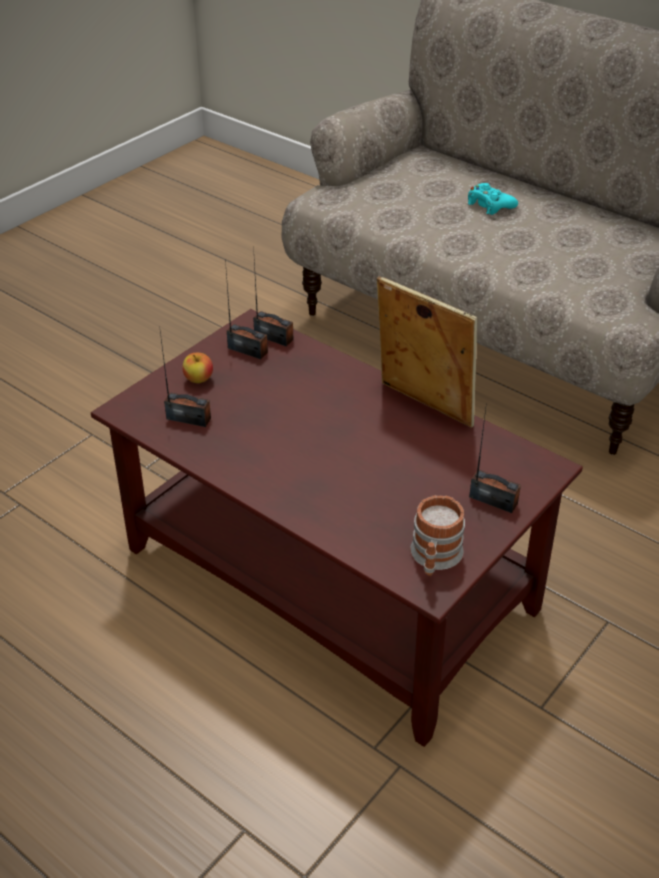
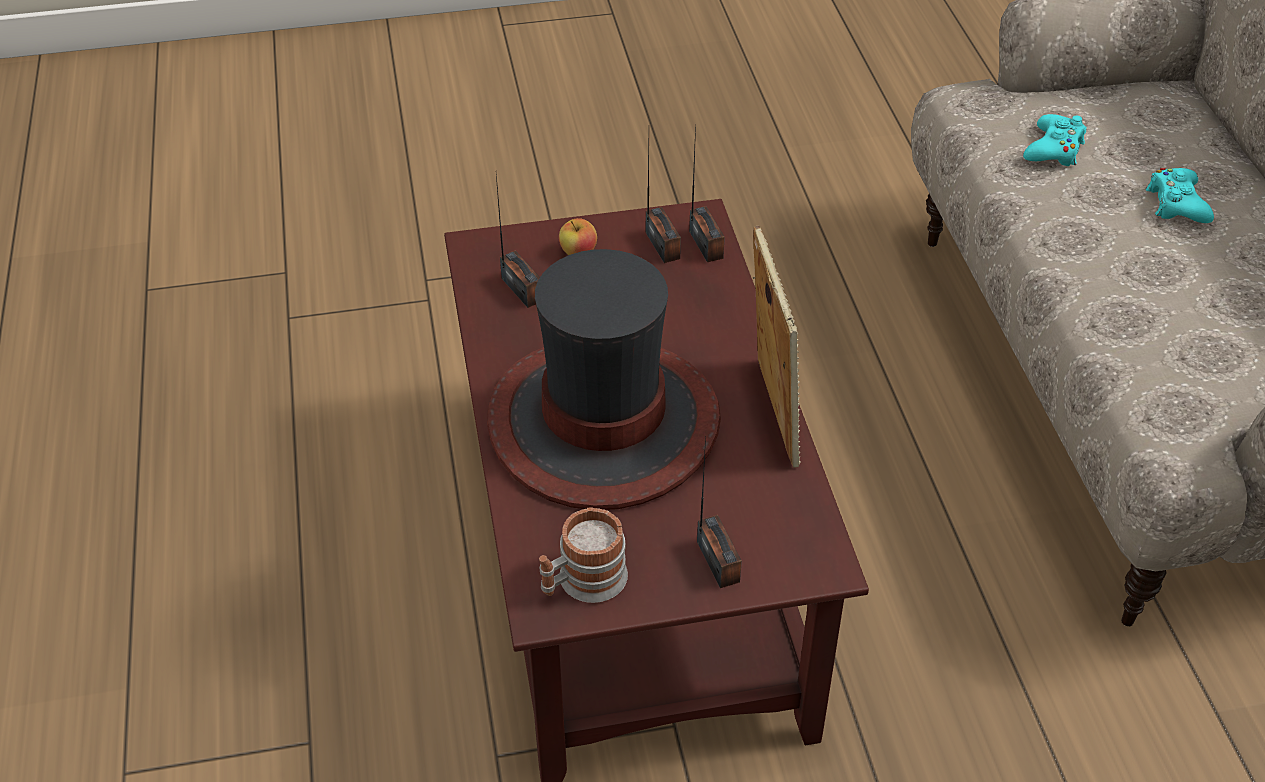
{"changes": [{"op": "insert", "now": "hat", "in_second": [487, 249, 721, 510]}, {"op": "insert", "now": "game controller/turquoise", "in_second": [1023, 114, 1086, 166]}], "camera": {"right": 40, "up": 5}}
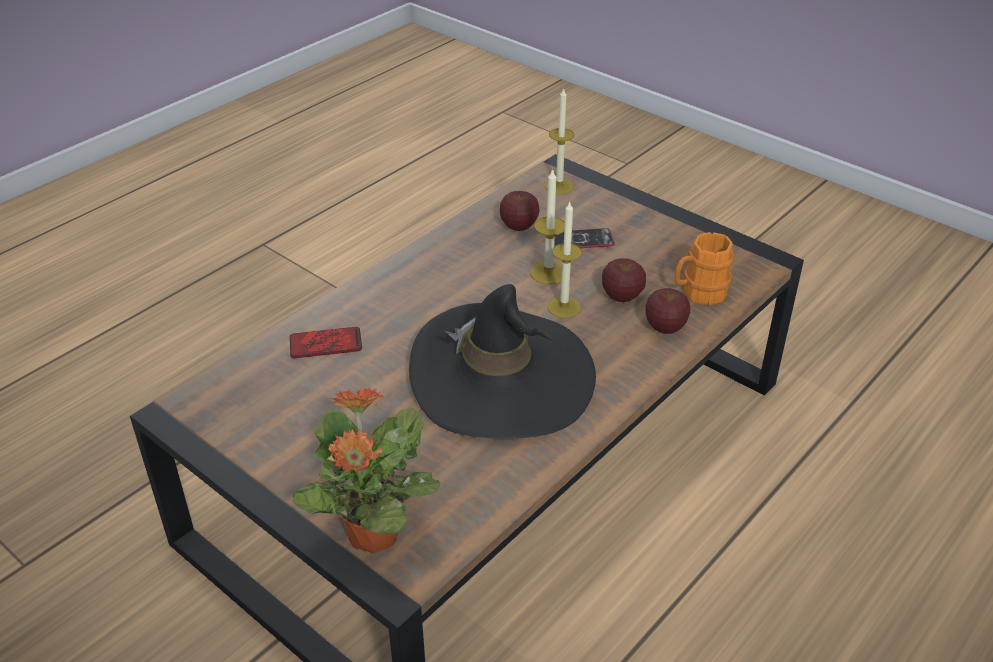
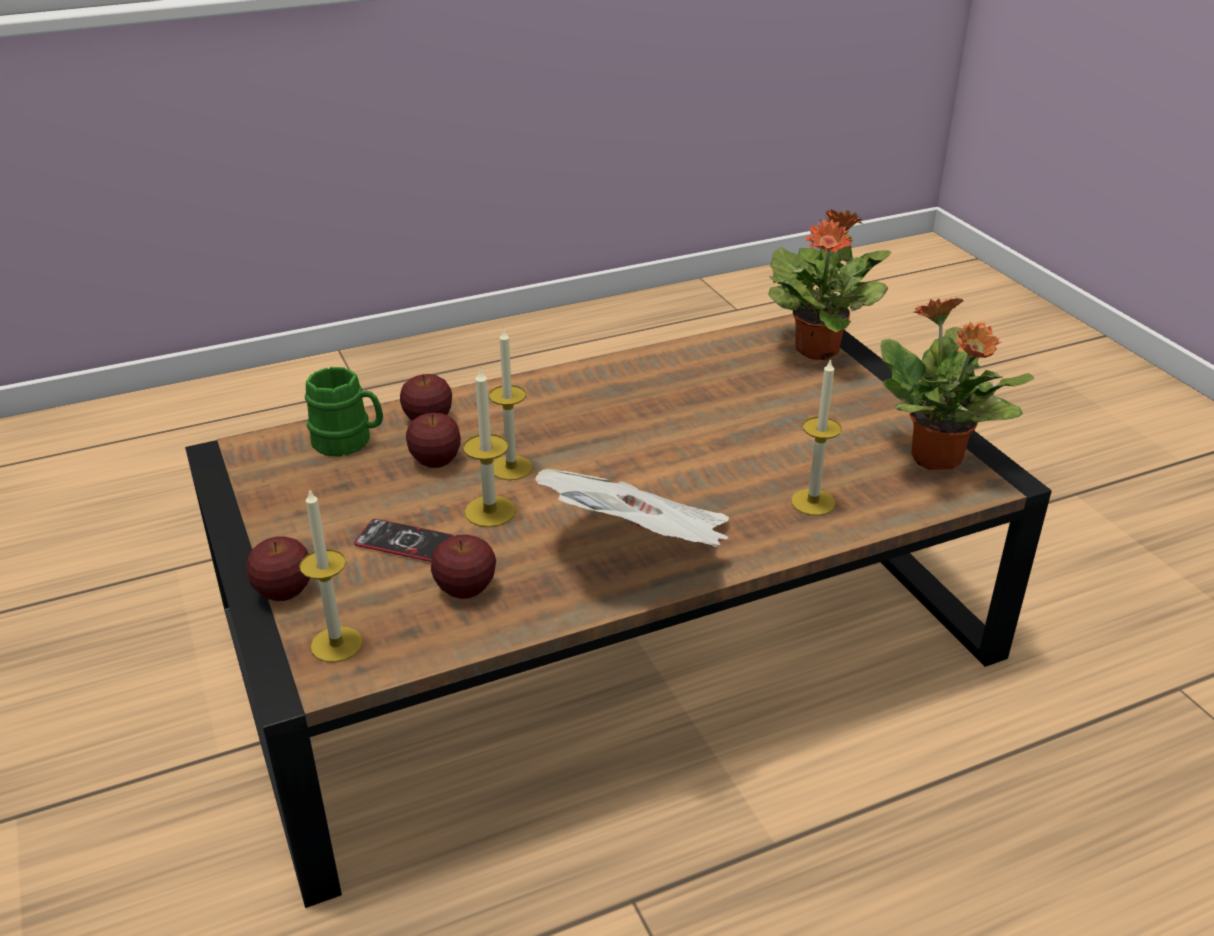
{"changes": [{"op": "delete", "was": "hat/black", "in_first": [409, 282, 596, 439]}, {"op": "insert", "now": "apple", "in_second": [246, 536, 310, 601]}, {"op": "insert", "now": "newspaper", "in_second": [535, 469, 729, 547]}, {"op": "insert", "now": "potted plant", "in_second": [880, 298, 1034, 470]}, {"op": "replace", "was": "phone", "now": "candle", "in_first": [290, 327, 362, 358], "in_second": [791, 358, 842, 516]}, {"op": "recolor", "was": "mug/orange", "now": "mug/green", "in_first": [674, 232, 734, 305], "in_second": [305, 367, 383, 457]}], "camera": {"right": -155, "up": -5}}
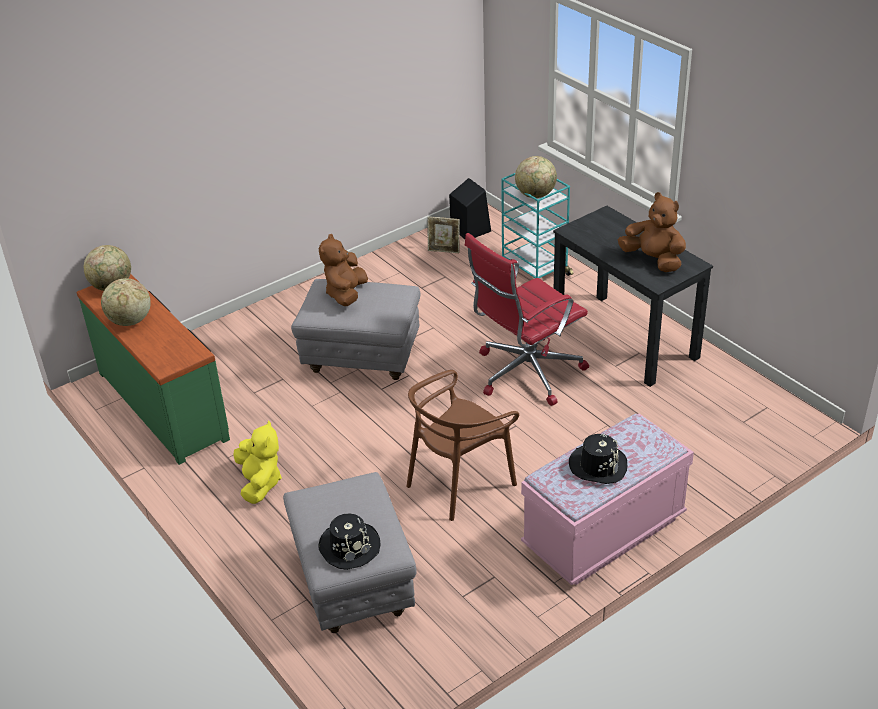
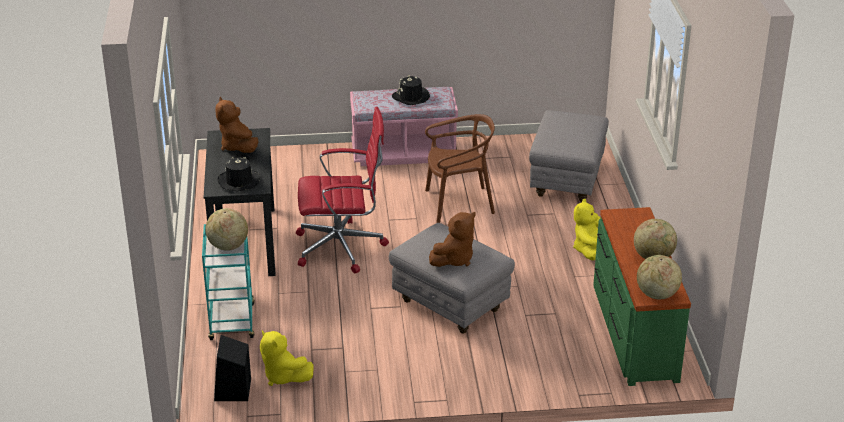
{"changes": [{"op": "move", "was": "hat/black", "in_first": [318, 513, 380, 570], "in_second": [218, 157, 260, 191]}, {"op": "replace", "was": "picture frame", "now": "plush toy/yellow", "in_first": [427, 216, 460, 253], "in_second": [260, 330, 314, 386]}], "camera": {"right": -150, "up": -5}}
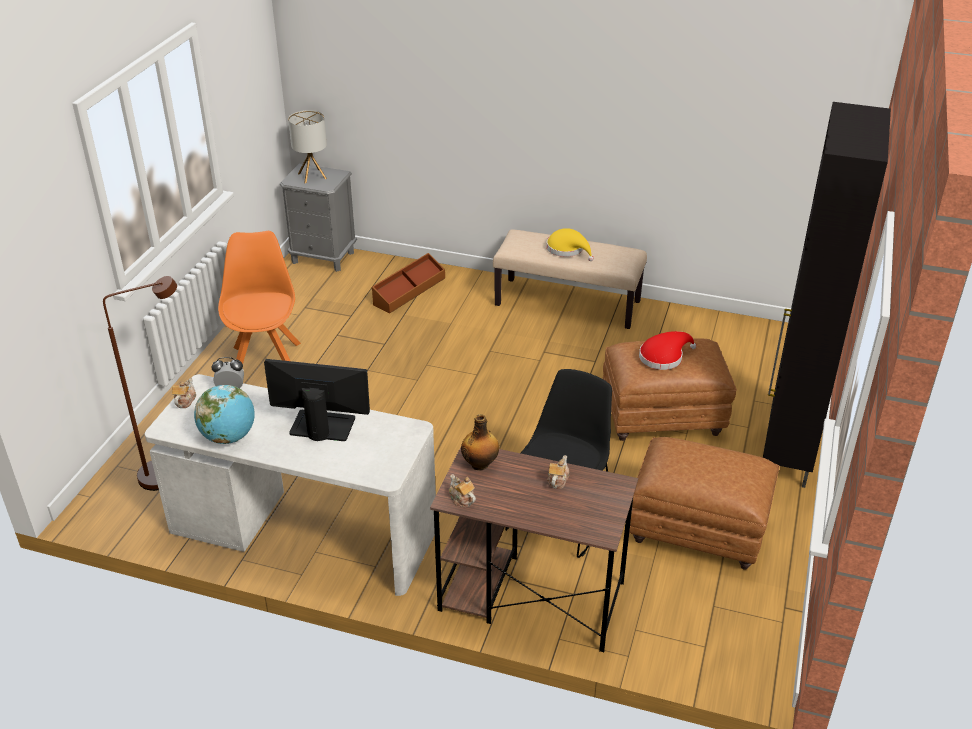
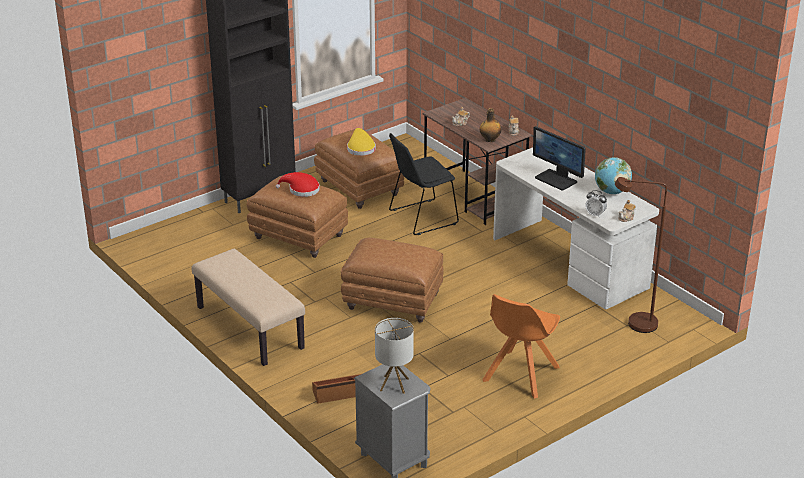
{"changes": [{"op": "insert", "now": "ottoman/brown", "in_second": [341, 238, 444, 322]}, {"op": "move", "was": "hat/yellow", "in_first": [547, 228, 594, 261], "in_second": [347, 128, 376, 156]}], "camera": {"right": -145, "up": -5}}
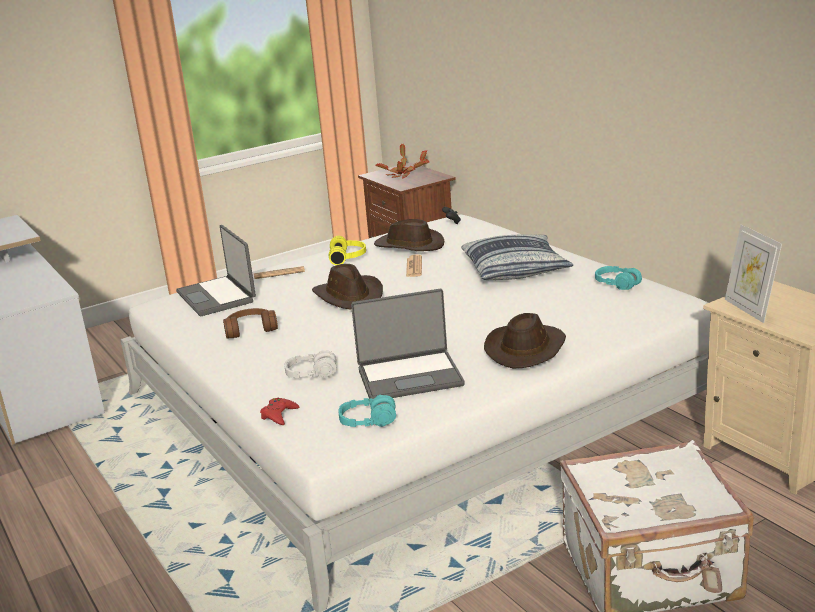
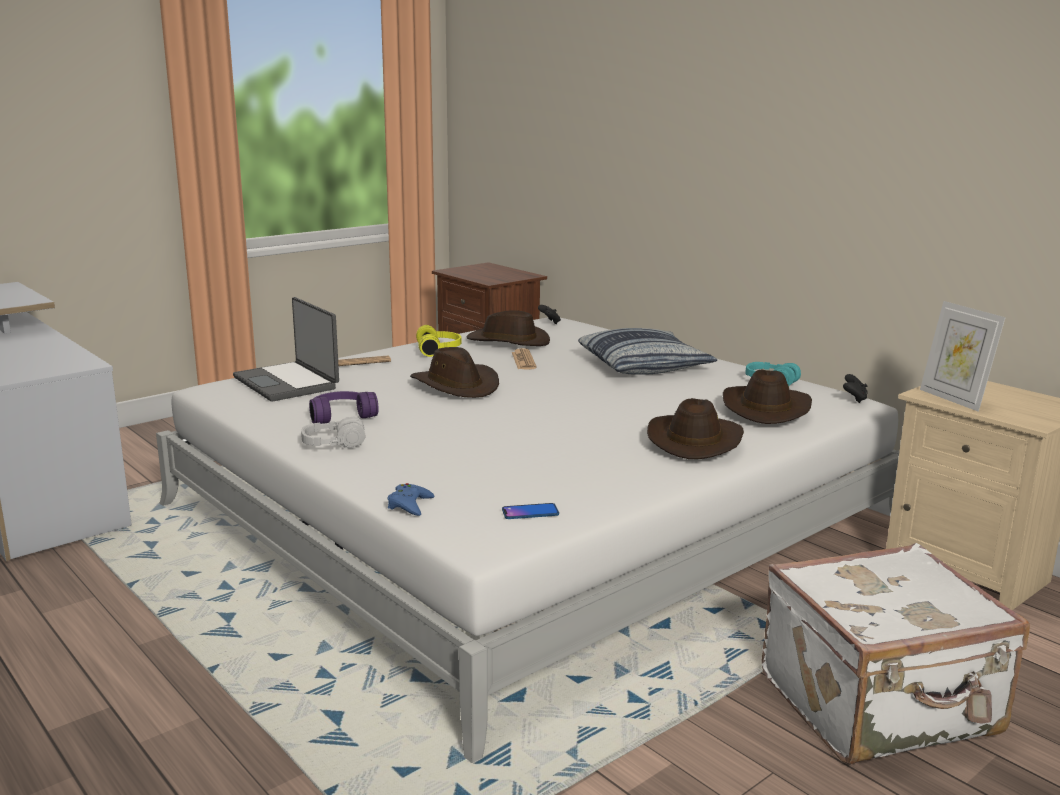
{"changes": [{"op": "delete", "was": "laptop", "in_first": [351, 289, 465, 399]}, {"op": "delete", "was": "potted plant", "in_first": [375, 144, 429, 178]}, {"op": "insert", "now": "hat/brown", "in_second": [723, 370, 812, 424]}, {"op": "insert", "now": "game controller/black", "in_second": [843, 374, 868, 403]}, {"op": "move", "was": "headphones/grey", "in_first": [285, 351, 337, 378], "in_second": [301, 417, 366, 448]}, {"op": "replace", "was": "headphones/turquoise", "now": "phone", "in_first": [338, 395, 396, 427], "in_second": [502, 503, 559, 519]}, {"op": "recolor", "was": "headphones/brown", "now": "headphones/purple", "in_first": [223, 308, 278, 338], "in_second": [309, 391, 379, 424]}, {"op": "recolor", "was": "game controller/red", "now": "game controller/blue", "in_first": [260, 398, 299, 425], "in_second": [388, 483, 434, 516]}], "camera": {"right": -10, "up": -5}}
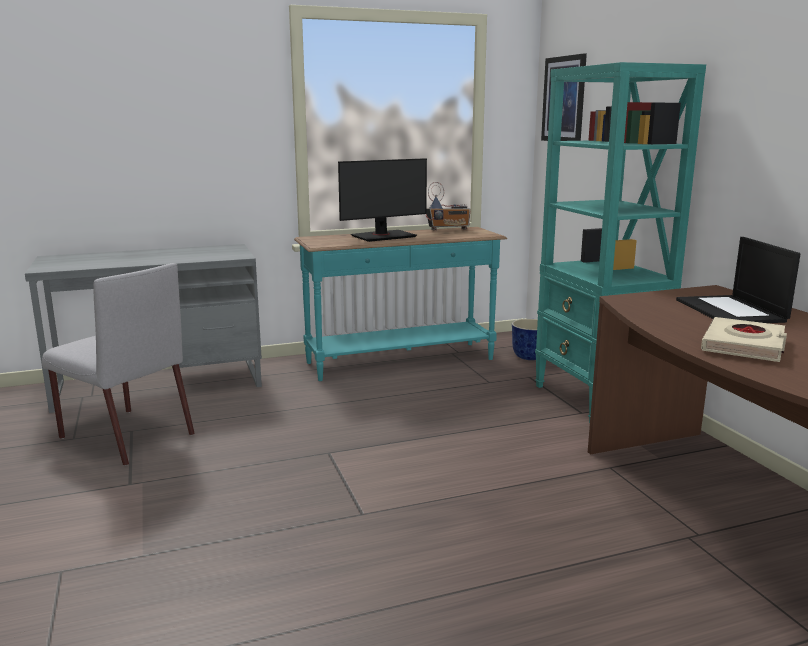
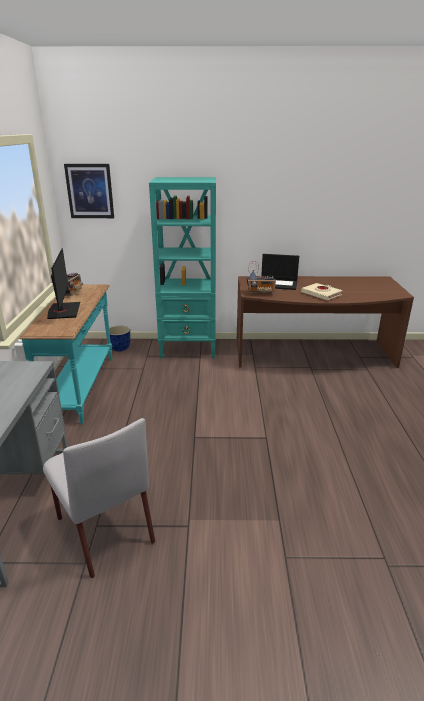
{"changes": [{"op": "insert", "now": "radio", "in_second": [246, 261, 276, 294]}, {"op": "rotate", "was": "chair/grey", "in_first": [42, 263, 195, 466], "in_second": [43, 418, 155, 578], "clockwise": 90}], "camera": {"right": -70, "up": 10}}
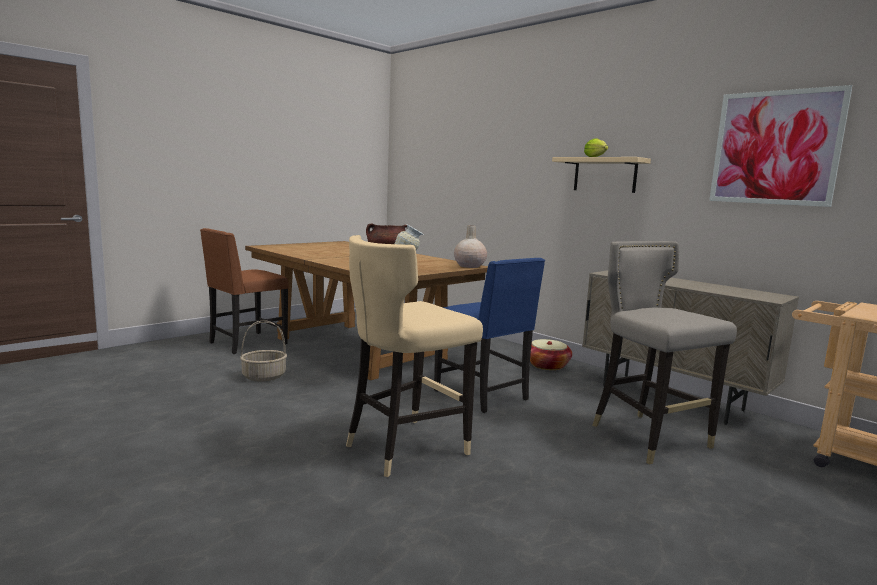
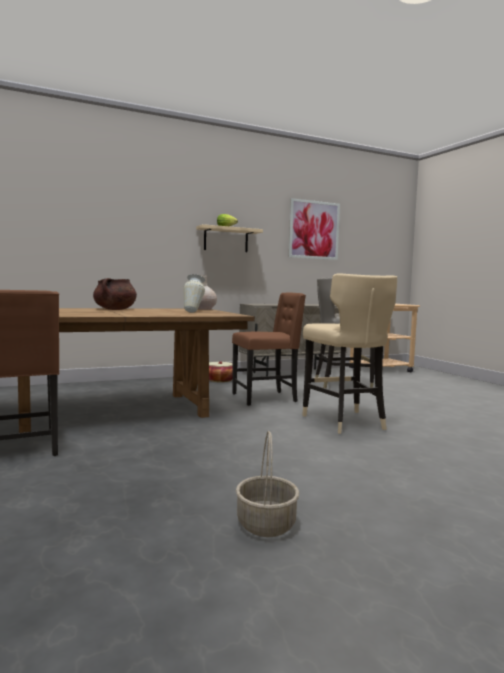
{"changes": [{"op": "move", "was": "basket", "in_first": [240, 320, 287, 382], "in_second": [236, 431, 299, 537]}, {"op": "recolor", "was": "chair/blue", "now": "chair/brown", "in_first": [434, 258, 545, 413], "in_second": [232, 292, 306, 406]}], "camera": {"right": -70, "up": -5}}
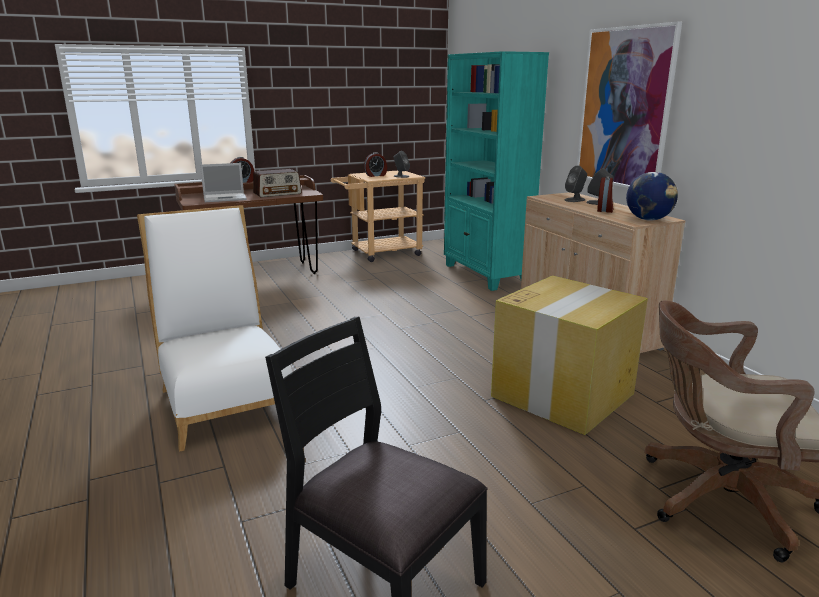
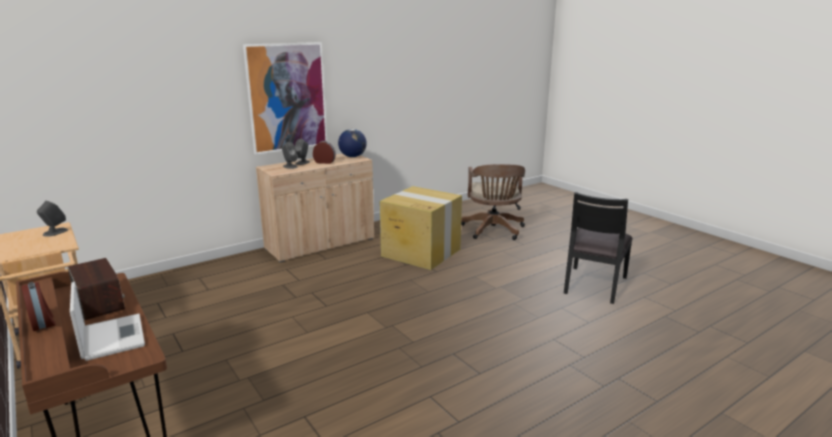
{"changes": [{"op": "delete", "was": "chair/white", "in_first": [137, 205, 292, 452]}, {"op": "delete", "was": "alarm clock", "in_first": [364, 153, 387, 177]}, {"op": "delete", "was": "bookcase/turquoise", "in_first": [444, 51, 549, 291]}], "camera": {"right": -100, "up": 0}}
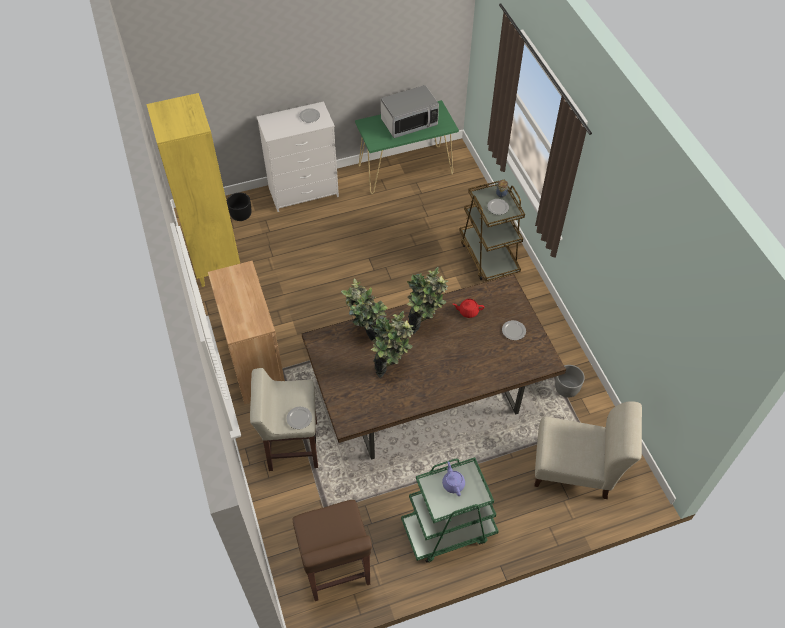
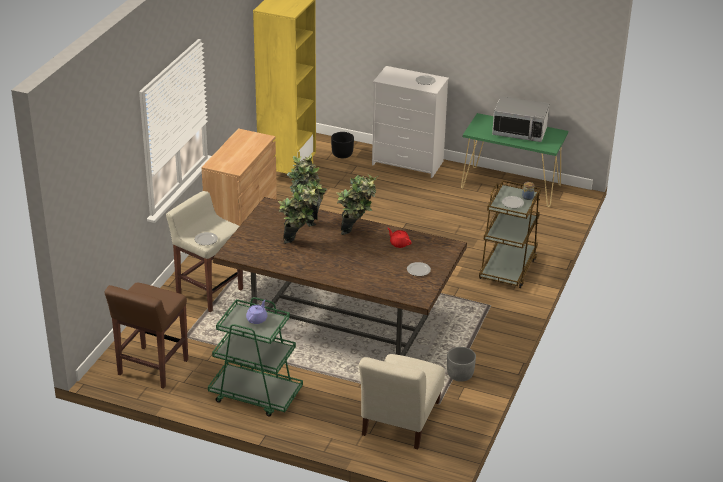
{"changes": [{"op": "rotate", "was": "chair/beige", "in_first": [534, 401, 642, 499], "in_second": [359, 354, 445, 449], "clockwise": 60}], "camera": {"right": 40, "up": -20}}
